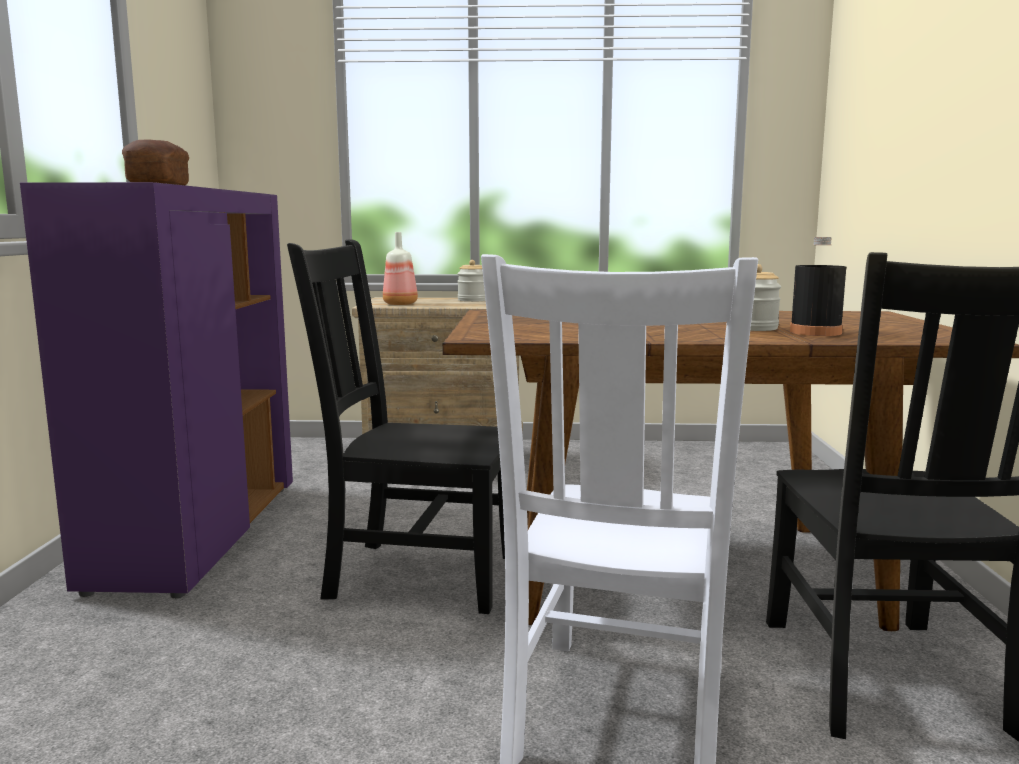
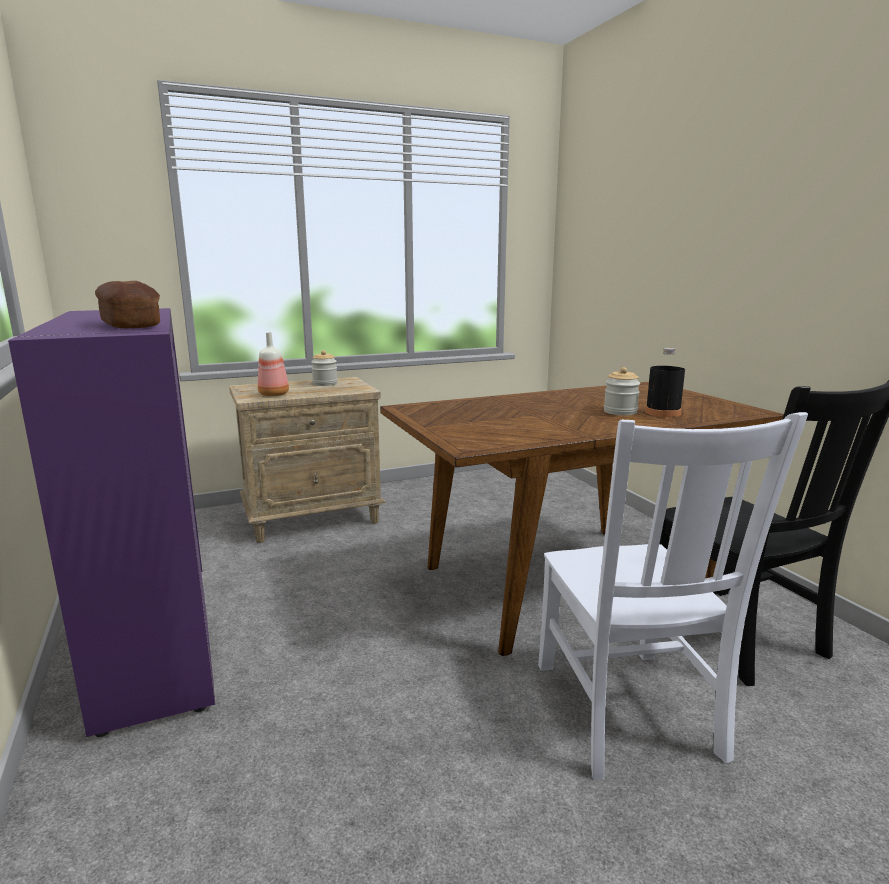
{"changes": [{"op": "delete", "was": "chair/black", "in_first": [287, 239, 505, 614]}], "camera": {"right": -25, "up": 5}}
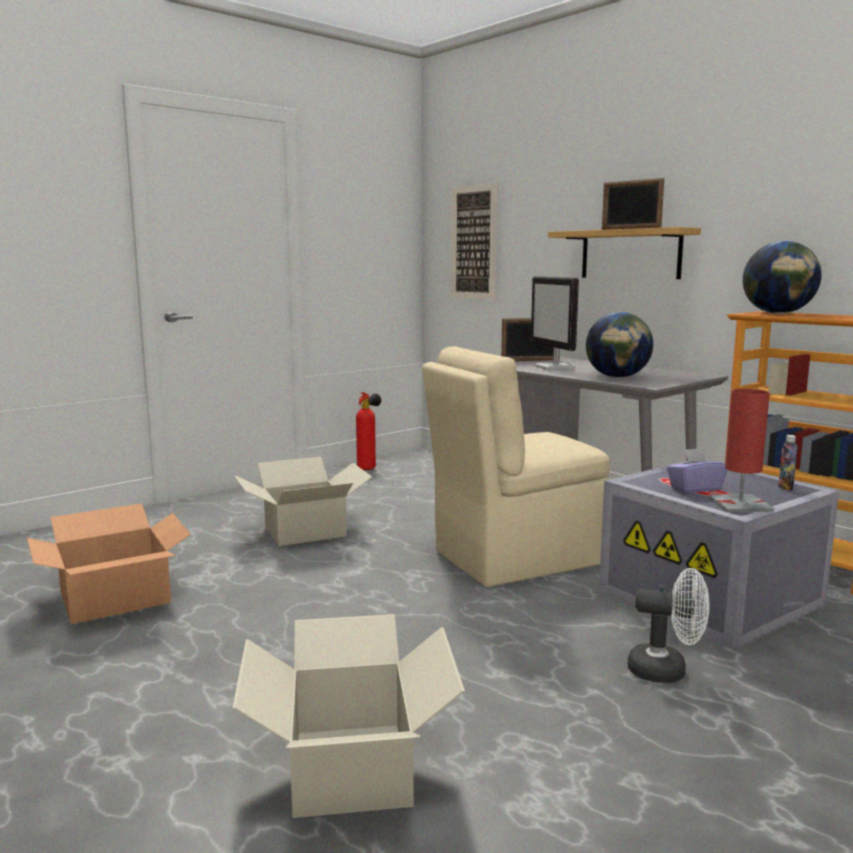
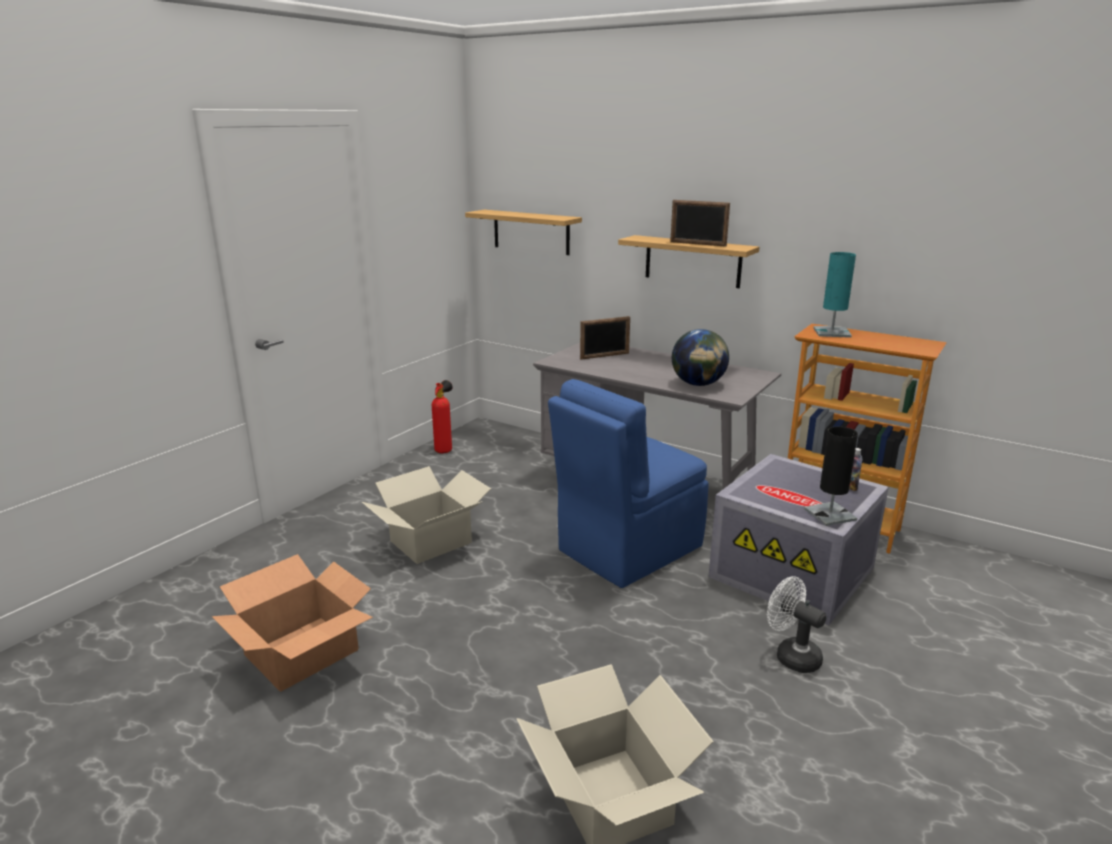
{"changes": [{"op": "delete", "was": "monitor", "in_first": [531, 276, 579, 370]}, {"op": "delete", "was": "tissue box/purple", "in_first": [667, 448, 728, 493]}, {"op": "replace", "was": "picture", "now": "shelf", "in_first": [451, 183, 497, 300], "in_second": [465, 210, 582, 255]}, {"op": "replace", "was": "globe", "now": "table lamp/turquoise", "in_first": [743, 241, 822, 314], "in_second": [813, 252, 856, 338]}, {"op": "recolor", "was": "chair/beige", "now": "chair/blue", "in_first": [422, 346, 610, 587], "in_second": [548, 379, 709, 588]}, {"op": "recolor", "was": "table lamp/red", "now": "table lamp/black", "in_first": [709, 389, 774, 512], "in_second": [804, 426, 858, 526]}, {"op": "rotate", "was": "fan/white", "in_first": [628, 568, 710, 683], "in_second": [767, 576, 826, 673], "clockwise": -135}], "camera": {"right": -15, "up": 10}}
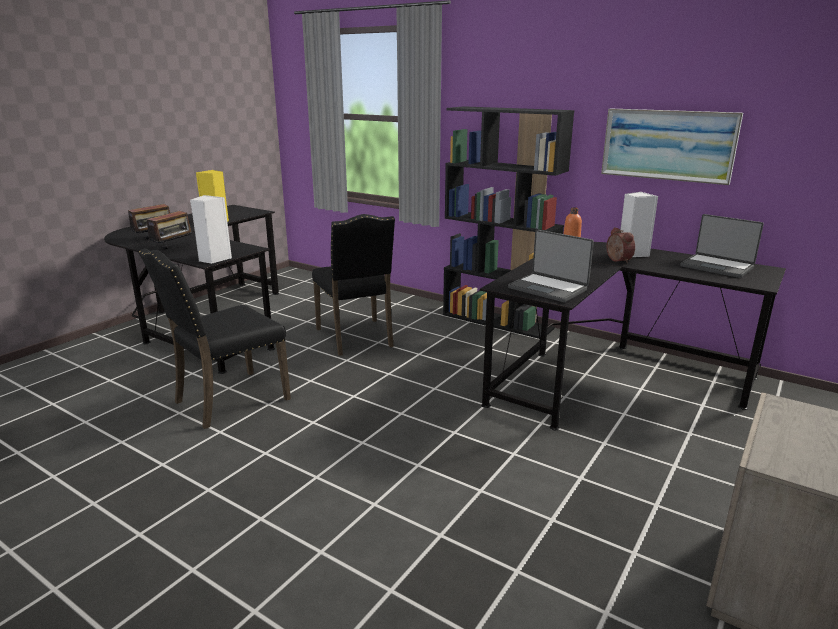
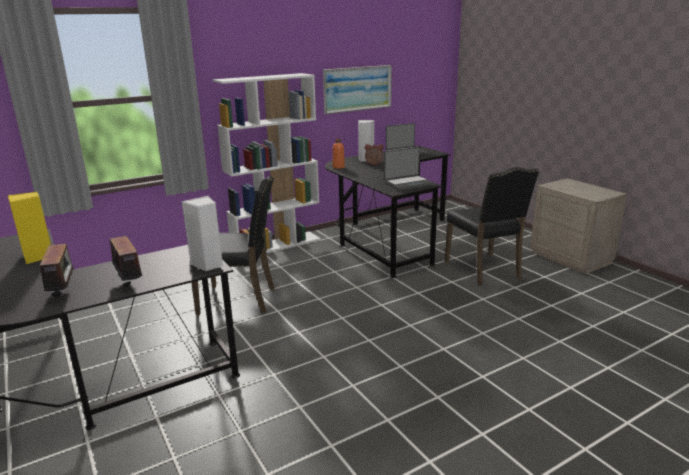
{"changes": [{"op": "move", "was": "chair/black", "in_first": [138, 248, 291, 429], "in_second": [445, 167, 539, 286]}, {"op": "recolor", "was": "bookcase/black", "now": "bookcase/white", "in_first": [443, 106, 574, 339], "in_second": [212, 73, 321, 253]}], "camera": {"right": -65, "up": 0}}
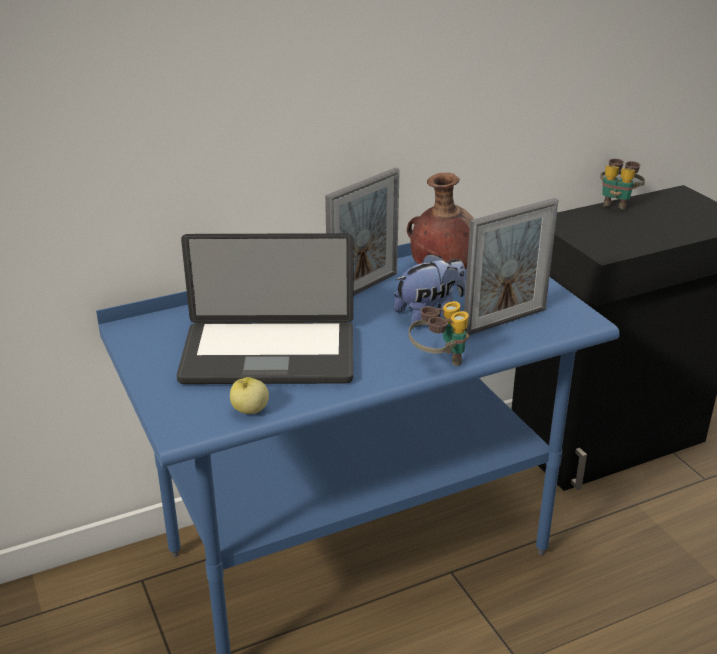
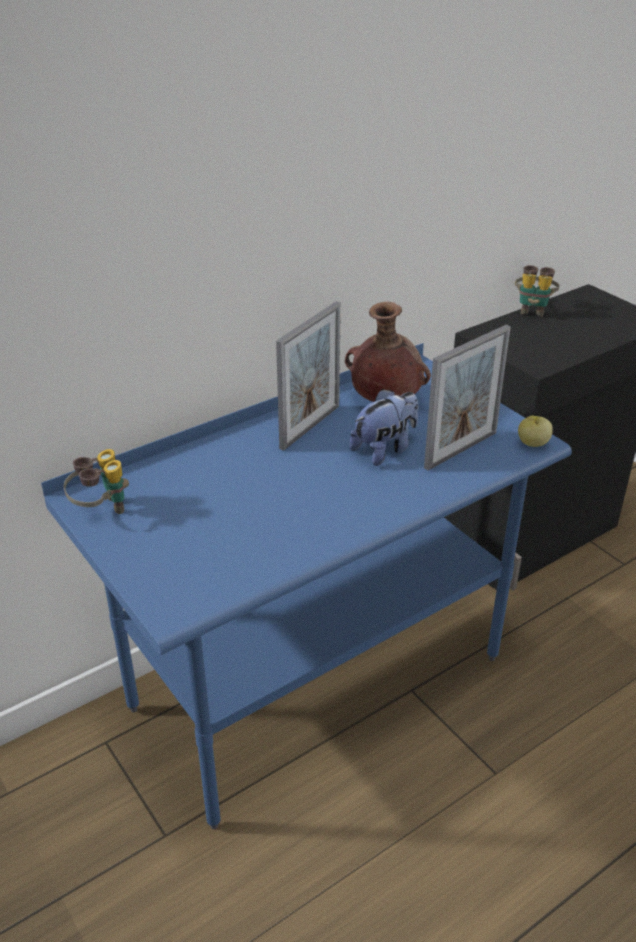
{"changes": [{"op": "delete", "was": "laptop", "in_first": [177, 233, 354, 384]}, {"op": "move", "was": "apple", "in_first": [230, 377, 269, 414], "in_second": [518, 415, 553, 447]}, {"op": "move", "was": "binoculars", "in_first": [408, 301, 469, 366], "in_second": [64, 449, 129, 514]}], "camera": {"right": -10, "up": 5}}
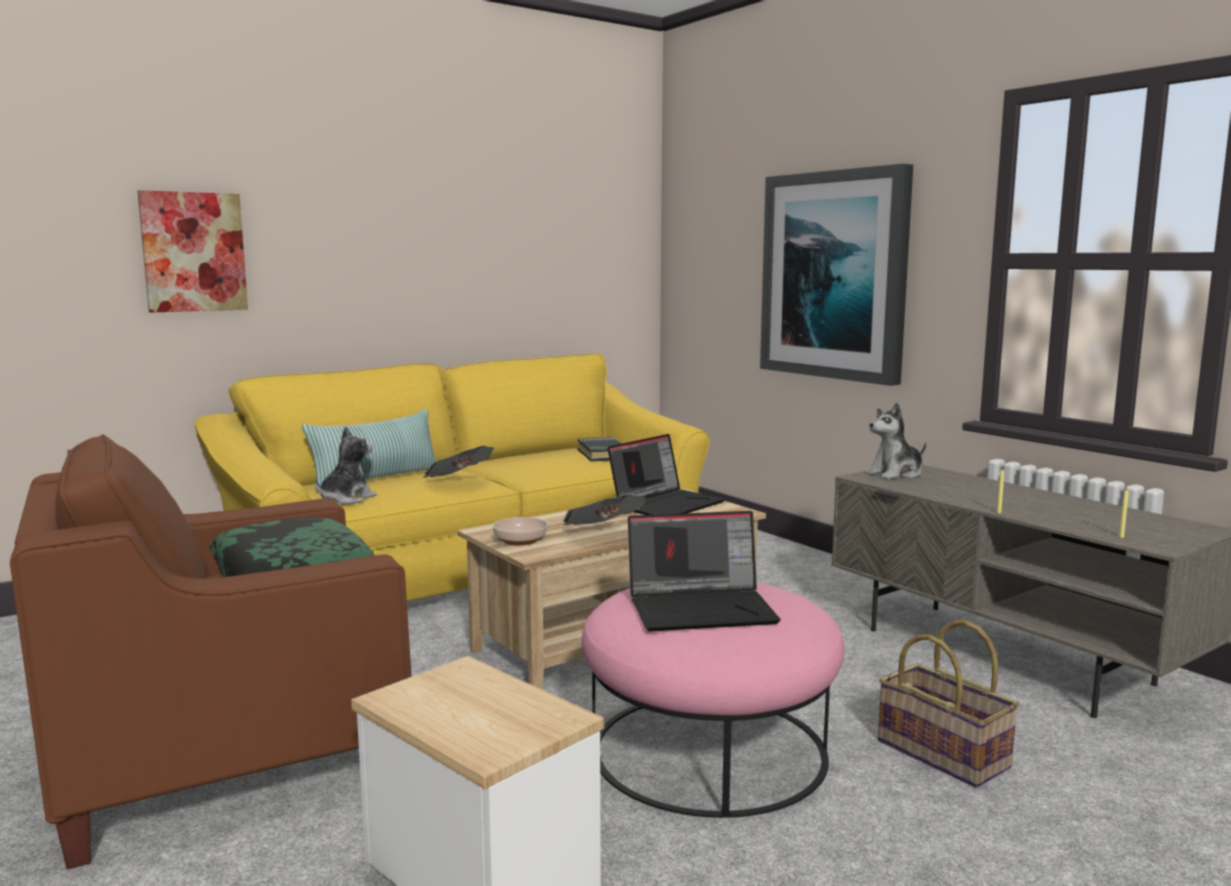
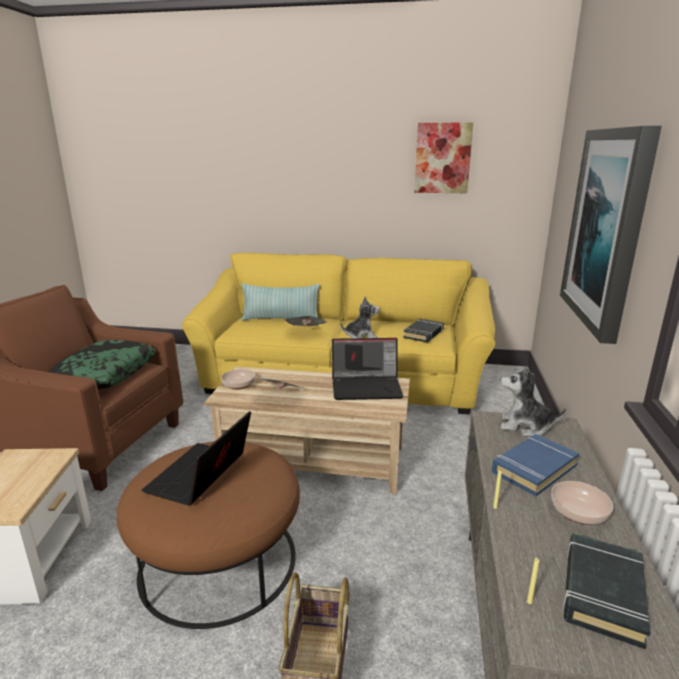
{"changes": [{"op": "insert", "now": "book/blue", "in_second": [492, 434, 579, 496]}, {"op": "insert", "now": "bowl", "in_second": [551, 481, 613, 525]}, {"op": "insert", "now": "book/black", "in_second": [563, 533, 650, 649]}, {"op": "move", "was": "picture", "in_first": [138, 190, 248, 313], "in_second": [414, 122, 473, 193]}, {"op": "move", "was": "plush toy", "in_first": [315, 426, 377, 505], "in_second": [340, 297, 380, 338]}, {"op": "recolor", "was": "ottoman/pink", "now": "ottoman/brown", "in_first": [582, 582, 845, 818], "in_second": [117, 441, 300, 629]}, {"op": "rotate", "was": "laptop", "in_first": [628, 511, 781, 631], "in_second": [142, 411, 251, 506], "clockwise": 75}], "camera": {"right": 45, "up": 10}}
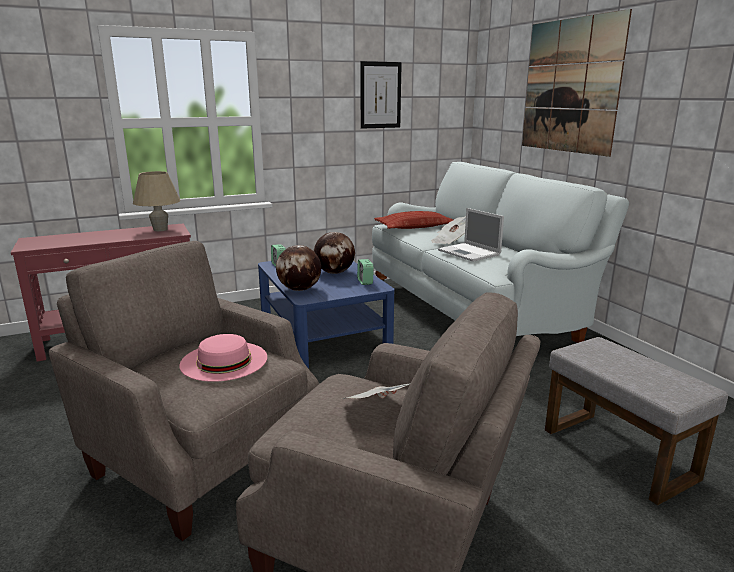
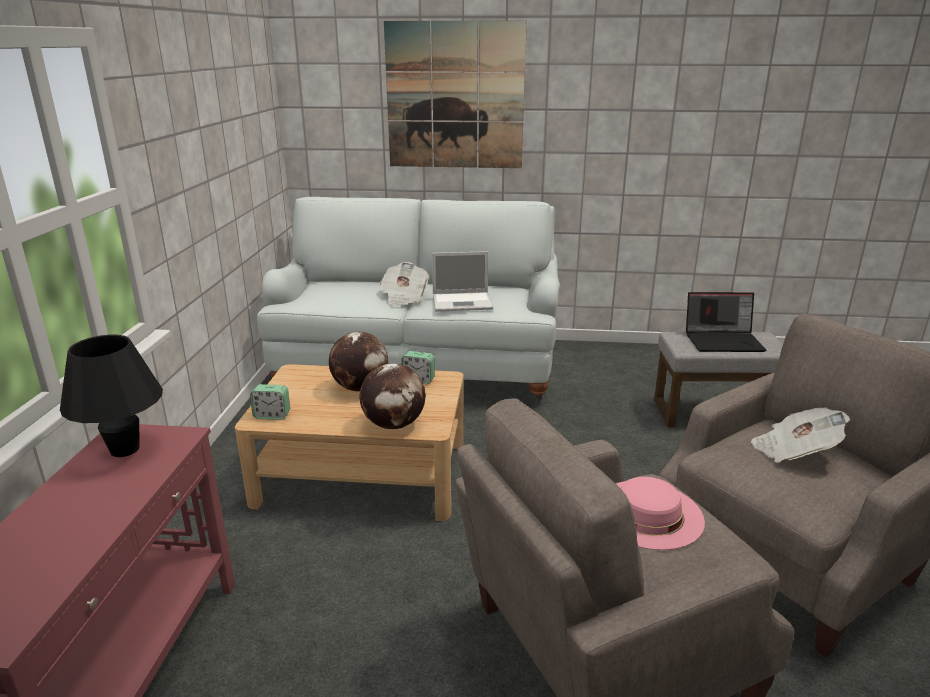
{"changes": [{"op": "delete", "was": "picture", "in_first": [360, 61, 402, 129]}, {"op": "delete", "was": "pillow", "in_first": [374, 211, 453, 229]}, {"op": "insert", "now": "laptop", "in_second": [686, 292, 766, 352]}, {"op": "recolor", "was": "table lamp/beige", "now": "table lamp/black", "in_first": [133, 171, 181, 231], "in_second": [60, 335, 163, 457]}, {"op": "recolor", "was": "coffee table/blue", "now": "coffee table/beige", "in_first": [258, 261, 395, 369], "in_second": [235, 364, 463, 521]}], "camera": {"right": -60, "up": 5}}
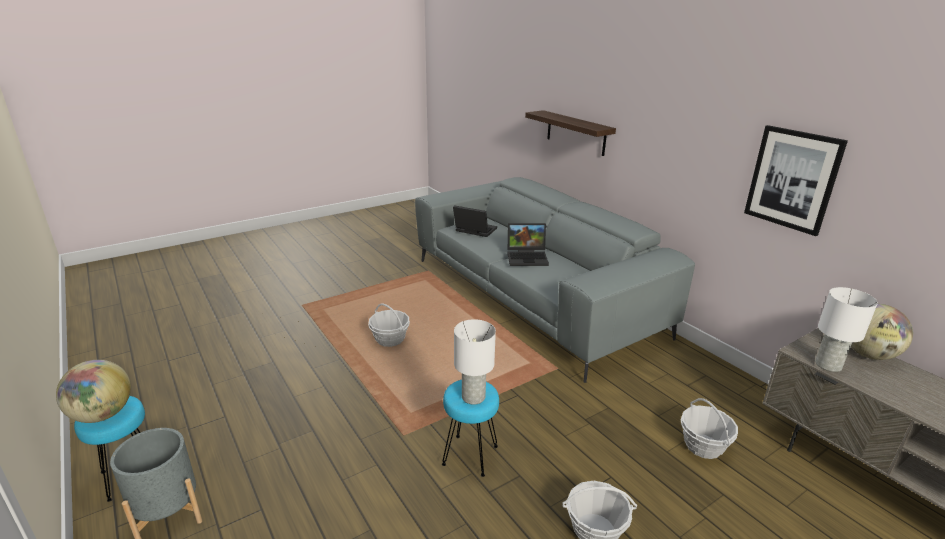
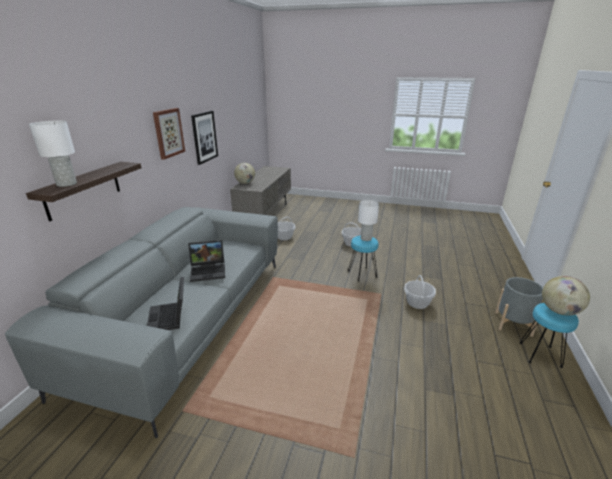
{"changes": [{"op": "insert", "now": "picture", "in_second": [153, 108, 185, 160]}, {"op": "move", "was": "basket", "in_first": [368, 303, 410, 347], "in_second": [404, 275, 436, 309]}, {"op": "move", "was": "table lamp/white", "in_first": [815, 287, 878, 372], "in_second": [29, 121, 77, 187]}, {"op": "rotate", "was": "laptop", "in_first": [507, 223, 549, 266], "in_second": [188, 240, 225, 282], "clockwise": 120}], "camera": {"right": -130, "up": 0}}
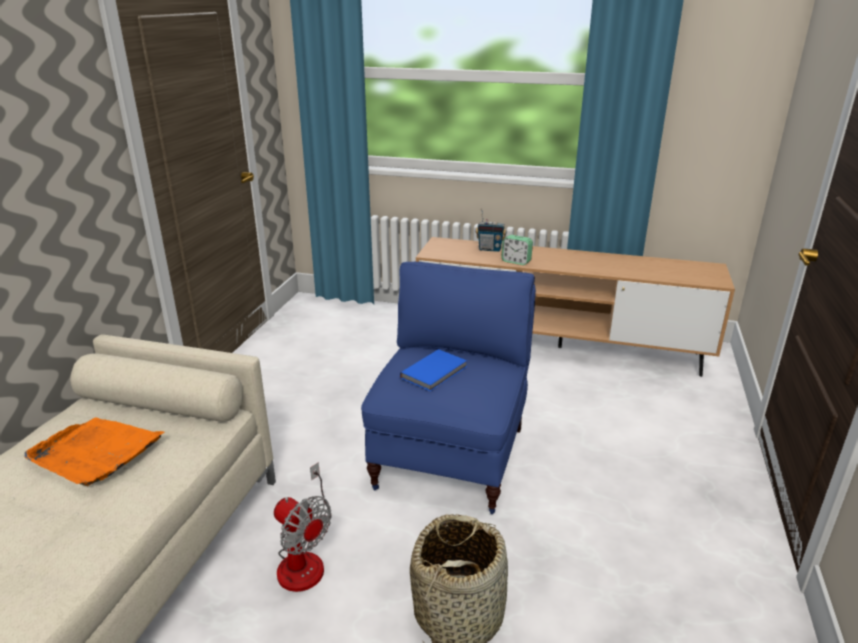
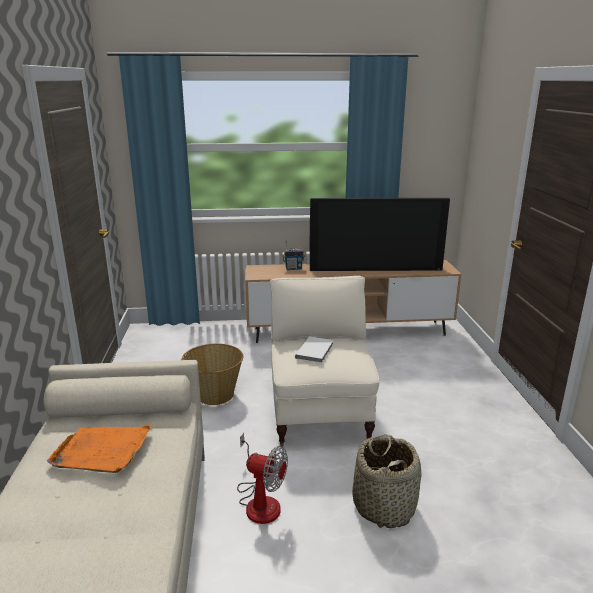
{"changes": [{"op": "delete", "was": "alarm clock", "in_first": [501, 235, 533, 265]}, {"op": "insert", "now": "basket", "in_second": [181, 343, 243, 405]}, {"op": "insert", "now": "television", "in_second": [310, 198, 450, 271]}, {"op": "recolor", "was": "armchair/blue", "now": "armchair/beige", "in_first": [361, 262, 536, 514], "in_second": [270, 276, 379, 447]}, {"op": "recolor", "was": "book/blue", "now": "book/white", "in_first": [400, 349, 467, 391], "in_second": [295, 336, 334, 363]}], "camera": {"right": -20, "up": -5}}
